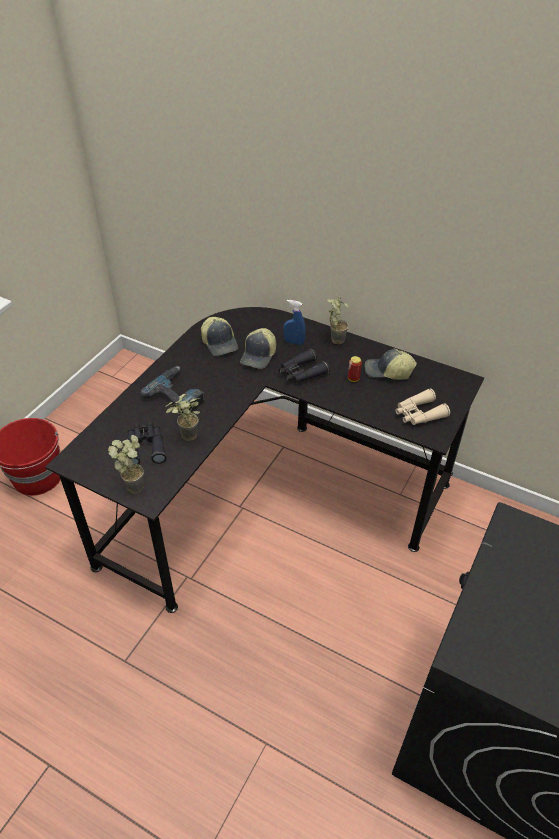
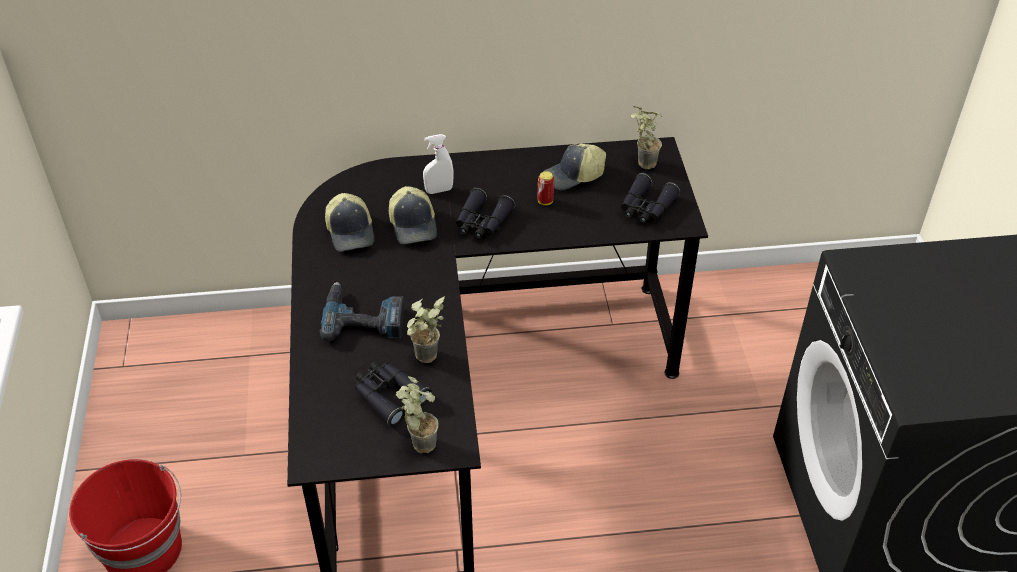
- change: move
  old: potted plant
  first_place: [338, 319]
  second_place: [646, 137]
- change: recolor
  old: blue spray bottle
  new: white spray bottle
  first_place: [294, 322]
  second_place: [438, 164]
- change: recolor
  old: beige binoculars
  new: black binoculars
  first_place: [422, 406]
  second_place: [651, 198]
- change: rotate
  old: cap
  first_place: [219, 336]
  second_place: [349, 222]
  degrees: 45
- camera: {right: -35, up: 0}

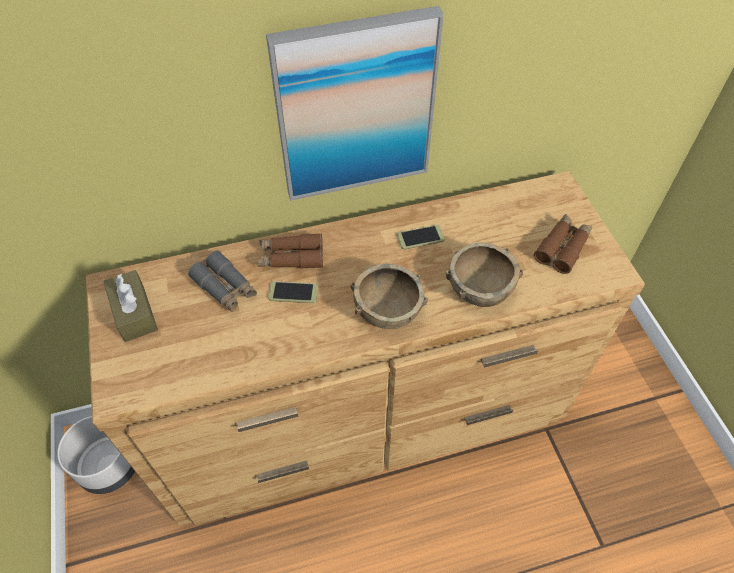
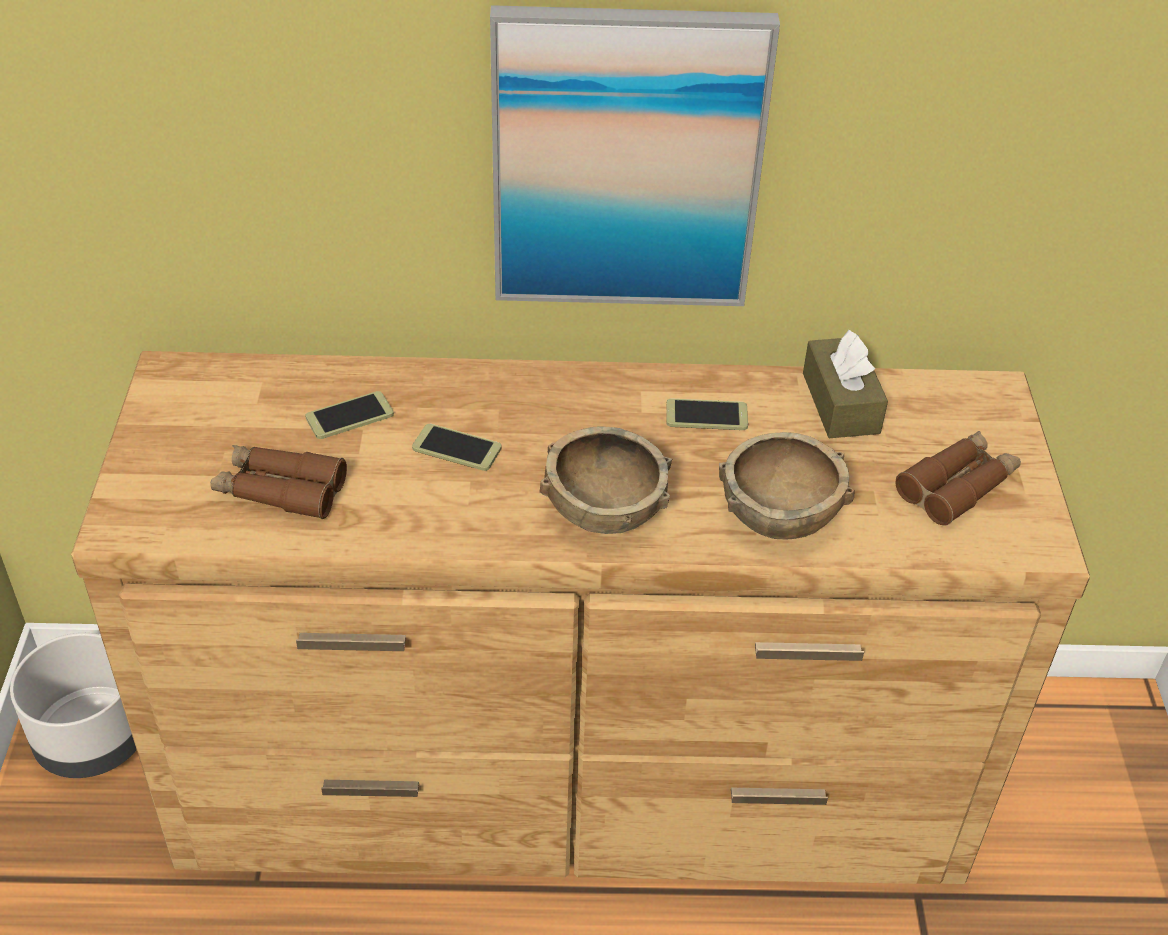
- change: move
  old: brown tissue box
  first_place: [130, 306]
  second_place: [845, 384]
- change: move
  old: brown binoculars
  first_place: [290, 250]
  second_place: [279, 482]
- change: replace
  old: grey binoculars
  new: phone
  first_place: [222, 281]
  second_place: [349, 415]
- camera: {right: 15, up: -10}

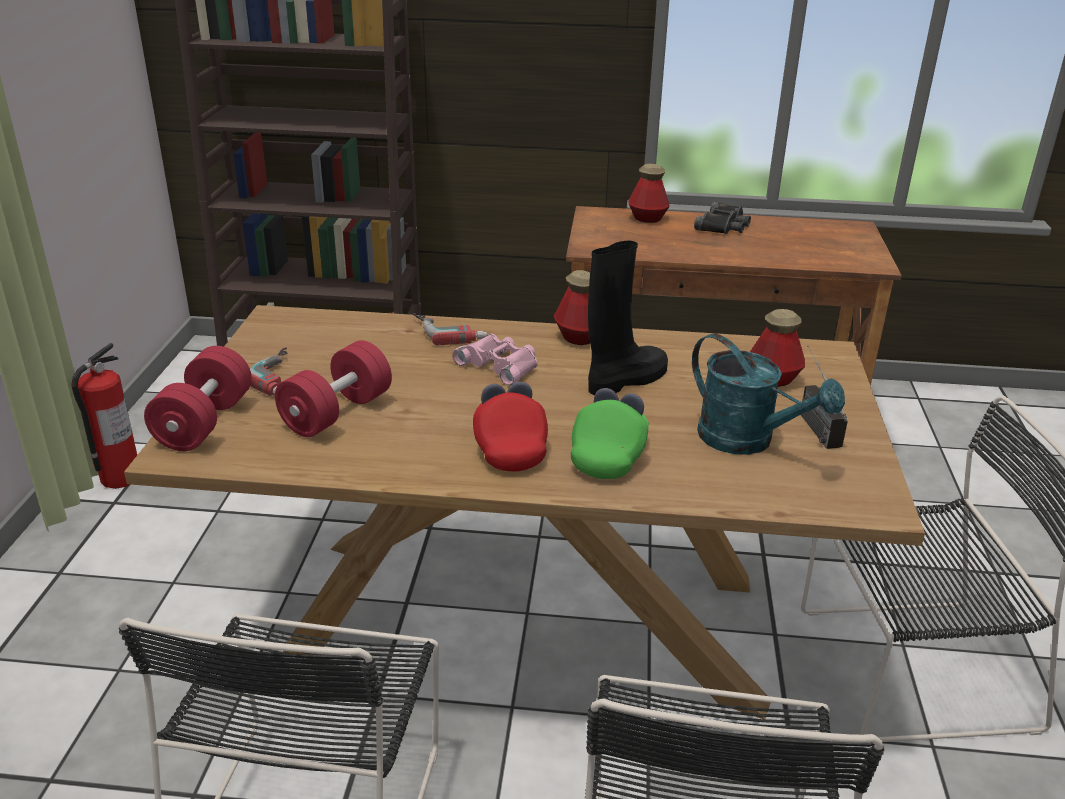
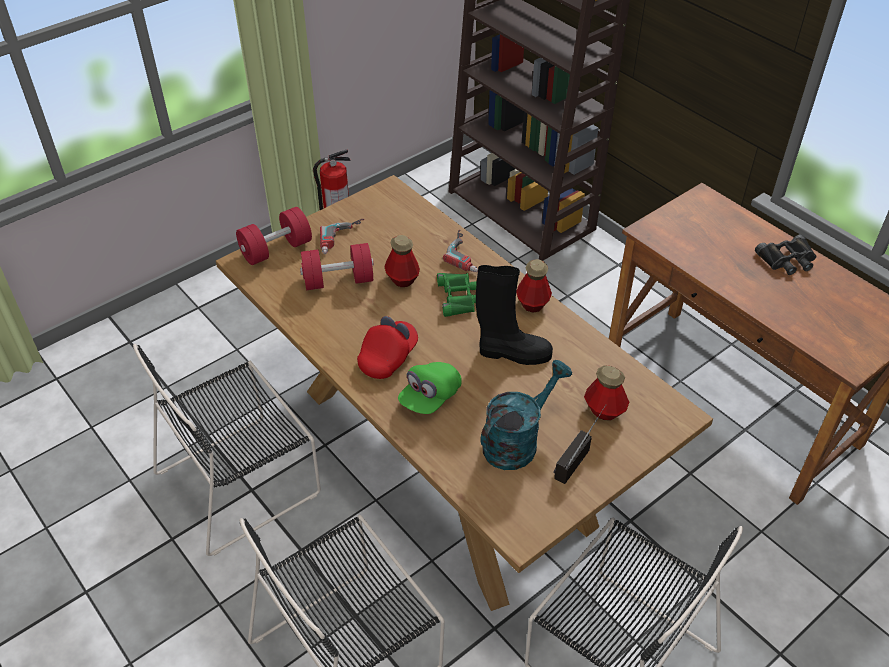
- change: move
  old: bottle
  first_place: [649, 193]
  second_place: [402, 261]
- change: recolor
  old: pink binoculars
  new: green binoculars
  first_place: [495, 360]
  second_place: [457, 295]
- change: rotate
  old: green cap
  first_place: [610, 433]
  second_place: [430, 388]
  degrees: 150
- change: rotate
  old: turquoise watering can
  first_place: [768, 394]
  second_place: [526, 415]
  degrees: -135
- camera: {right: 45, up: 15}

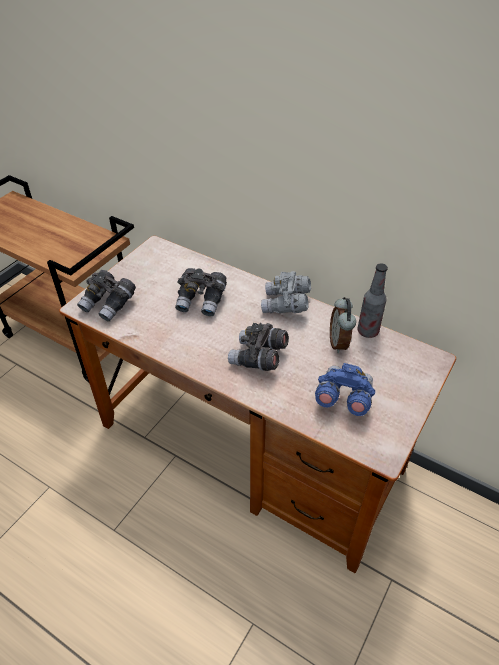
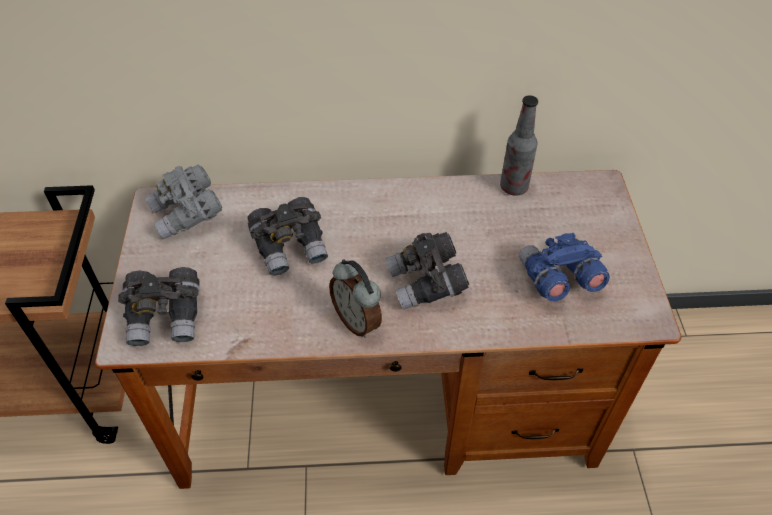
- change: move
  old: grey binoculars
  first_place: [286, 292]
  second_place: [183, 202]
- change: move
  old: alarm clock
  first_place: [343, 325]
  second_place: [355, 298]
- camera: {right: -35, up: 5}

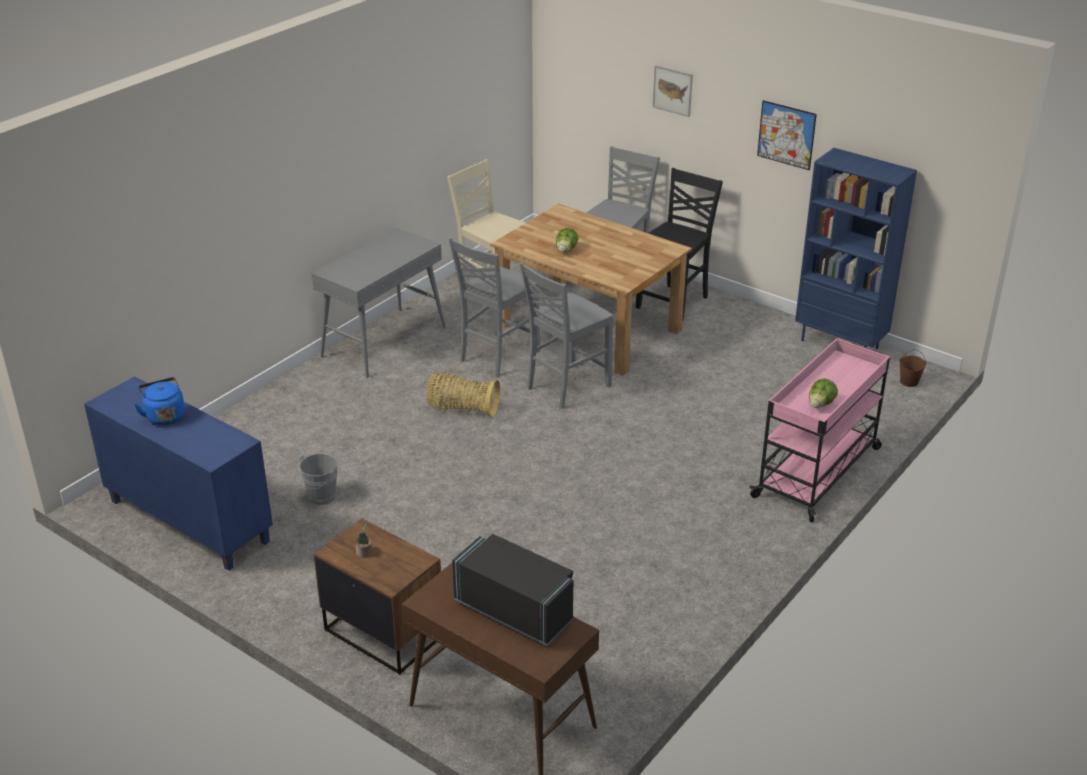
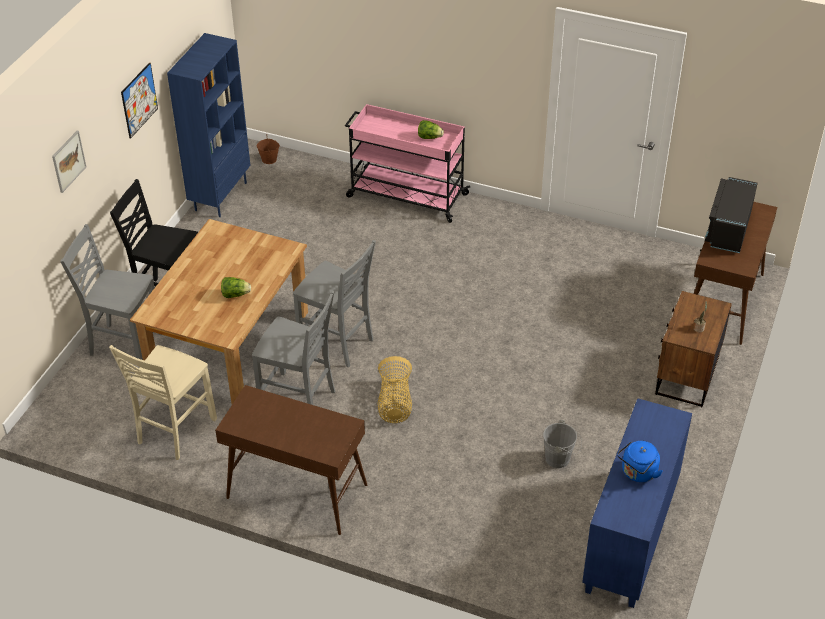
- change: recolor
  old: grey console table
  new: brown console table
  first_place: [379, 303]
  second_place: [291, 460]
- camera: {right: -105, up: 10}

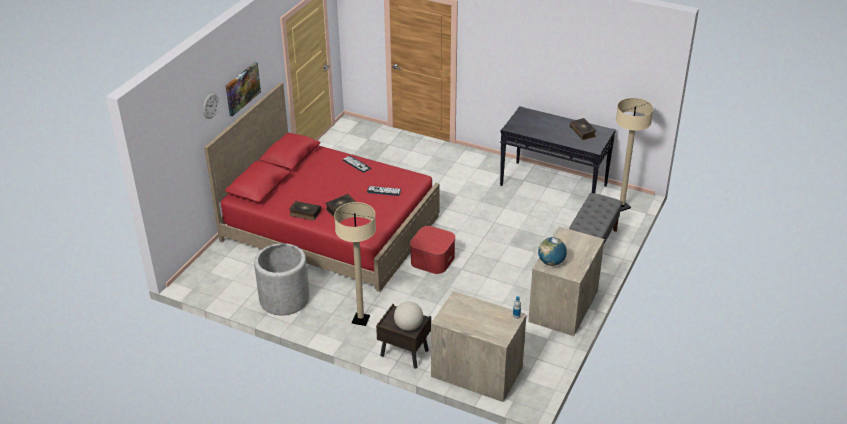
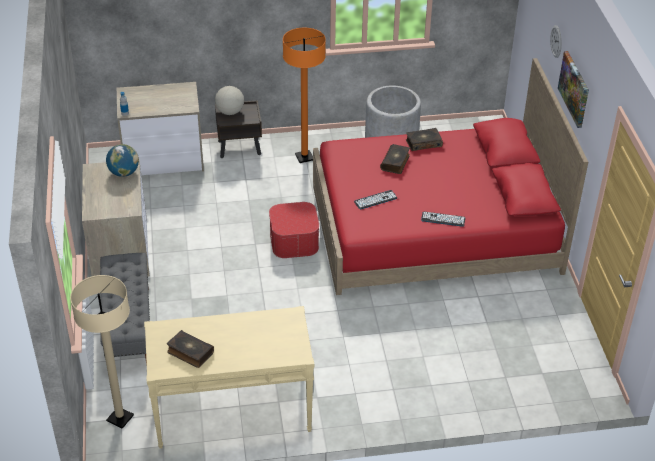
- change: recolor
  old: beige floor lamp
  new: orange floor lamp
  first_place: [355, 264]
  second_place: [304, 95]
- change: recolor
  old: black console table
  new: beige console table
  first_place: [558, 149]
  second_place: [229, 377]
- camera: {right: 145, up: 5}

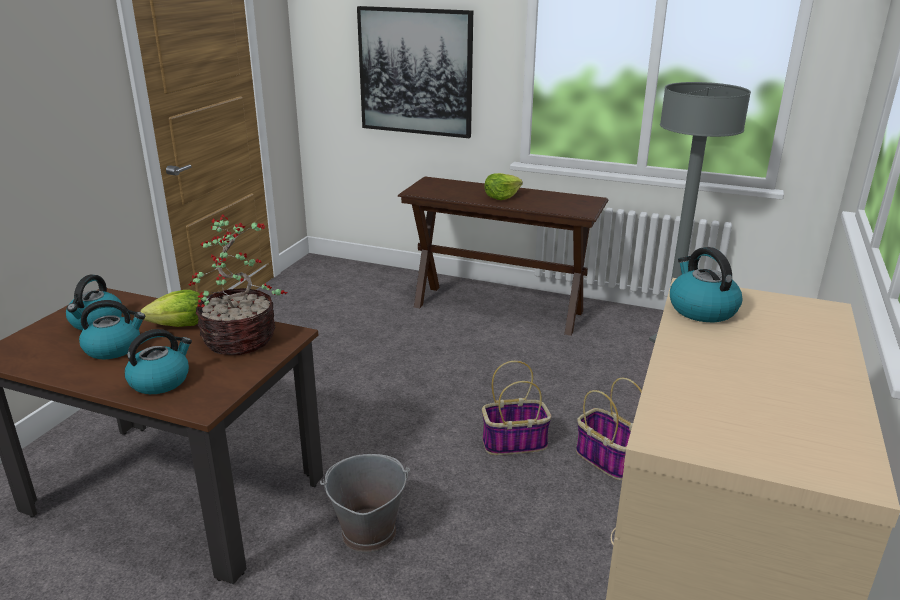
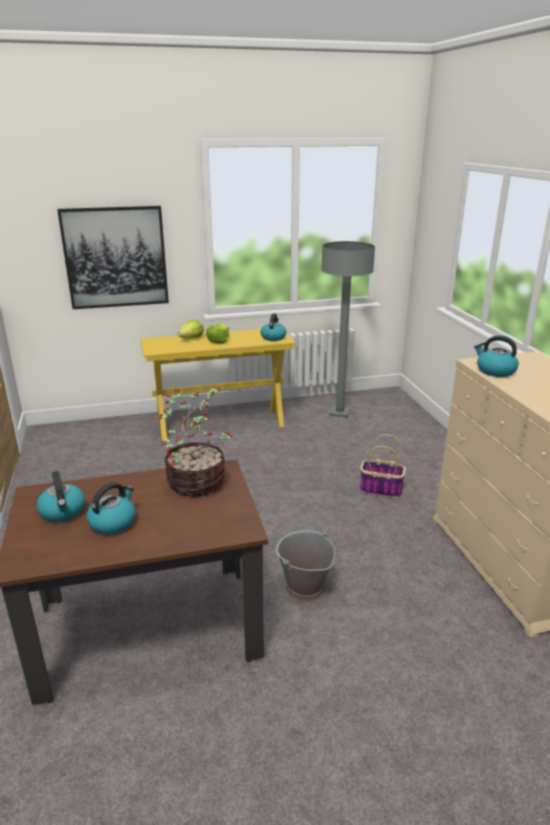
- change: delete
  old: basket
  first_place: [517, 408]
- change: move
  old: kettle
  first_place: [158, 361]
  second_place: [273, 327]
- change: move
  old: lettuce
  first_place: [171, 308]
  second_place: [191, 329]
- change: recolor
  old: brown console table
  new: yellow console table
  first_place: [503, 256]
  second_place: [218, 385]
- camera: {right: -35, up: 0}

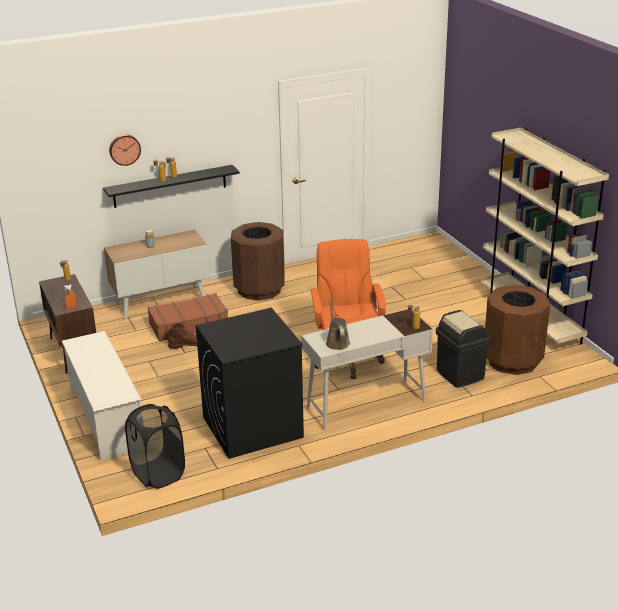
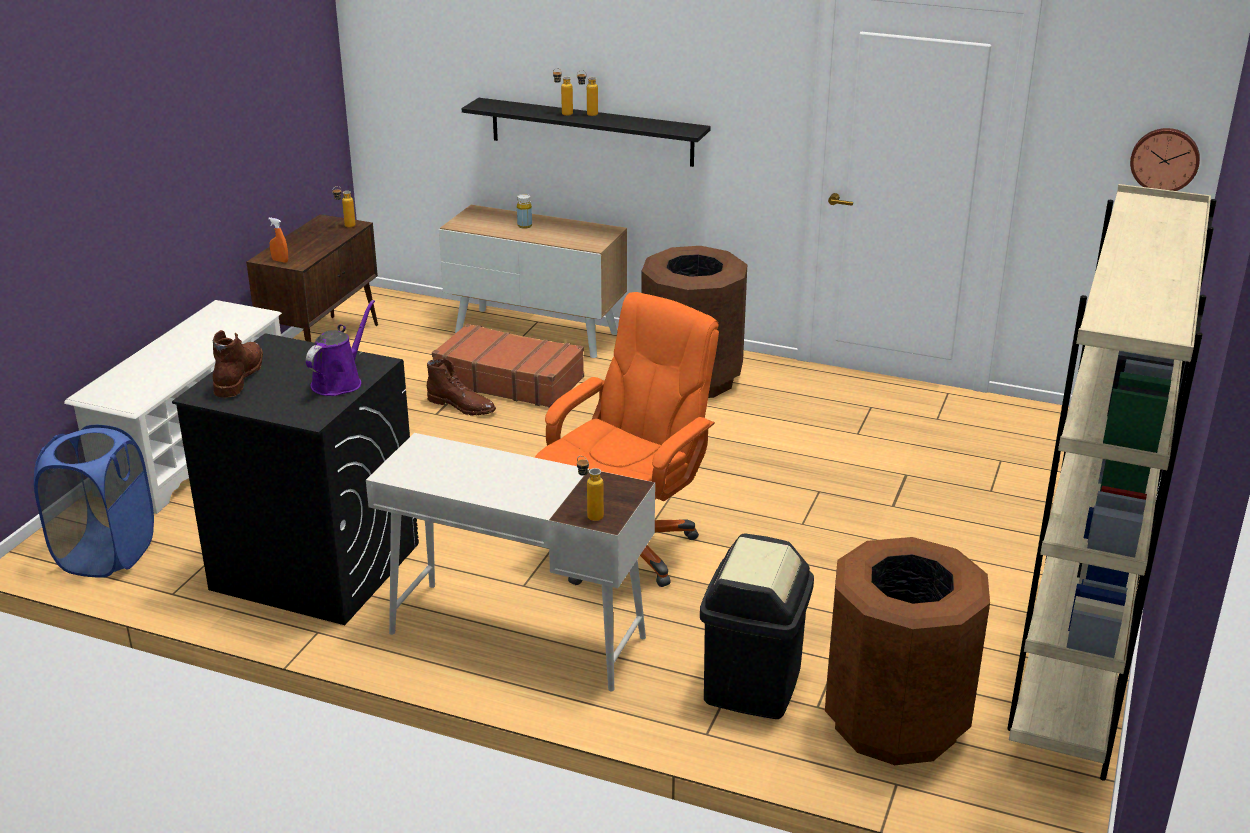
- change: delete
  old: brown watering can
  first_place: [338, 325]
- change: insert
  new: brown boot
  second_place: [238, 364]
- change: insert
  new: purple watering can
  second_place: [340, 348]
- change: move
  old: wall clock
  first_place: [125, 150]
  second_place: [1165, 159]
- change: recolor
  old: black laundry basket
  new: blue laundry basket
  first_place: [155, 446]
  second_place: [94, 501]
- camera: {right: 45, up: 0}

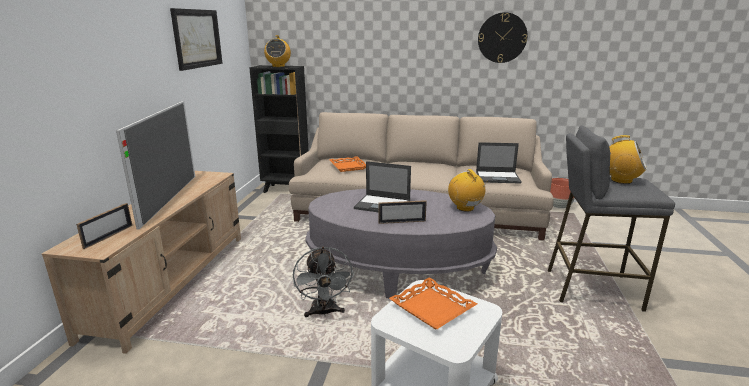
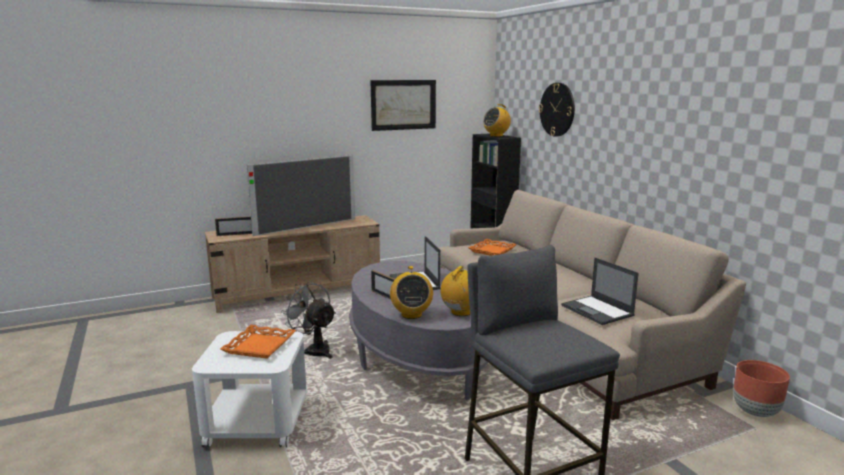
- change: move
  old: wall clock
  first_place: [502, 37]
  second_place: [557, 110]
- change: move
  old: radio
  first_place: [628, 159]
  second_place: [411, 292]
- change: rotate
  old: grey fan
  first_place: [323, 281]
  second_place: [308, 320]
  degrees: 90
- camera: {right: 55, up: -5}

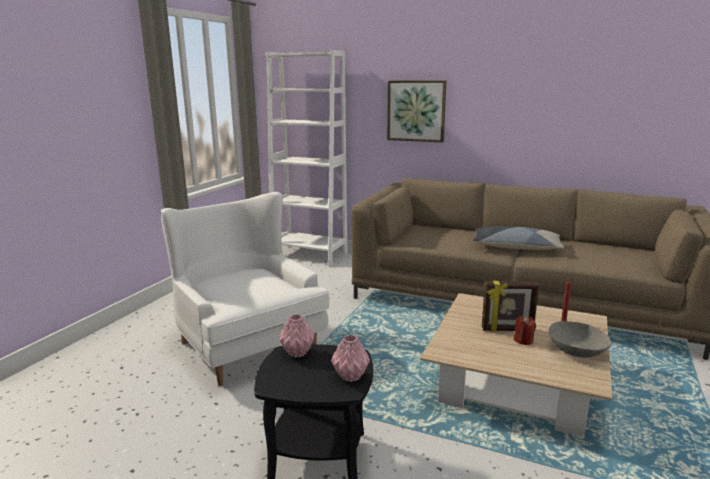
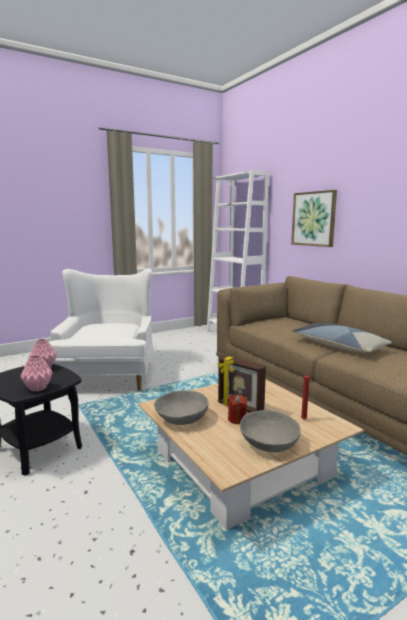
- change: insert
  new: grey bowl
  second_place: [181, 407]
- camera: {right: 35, up: -5}

